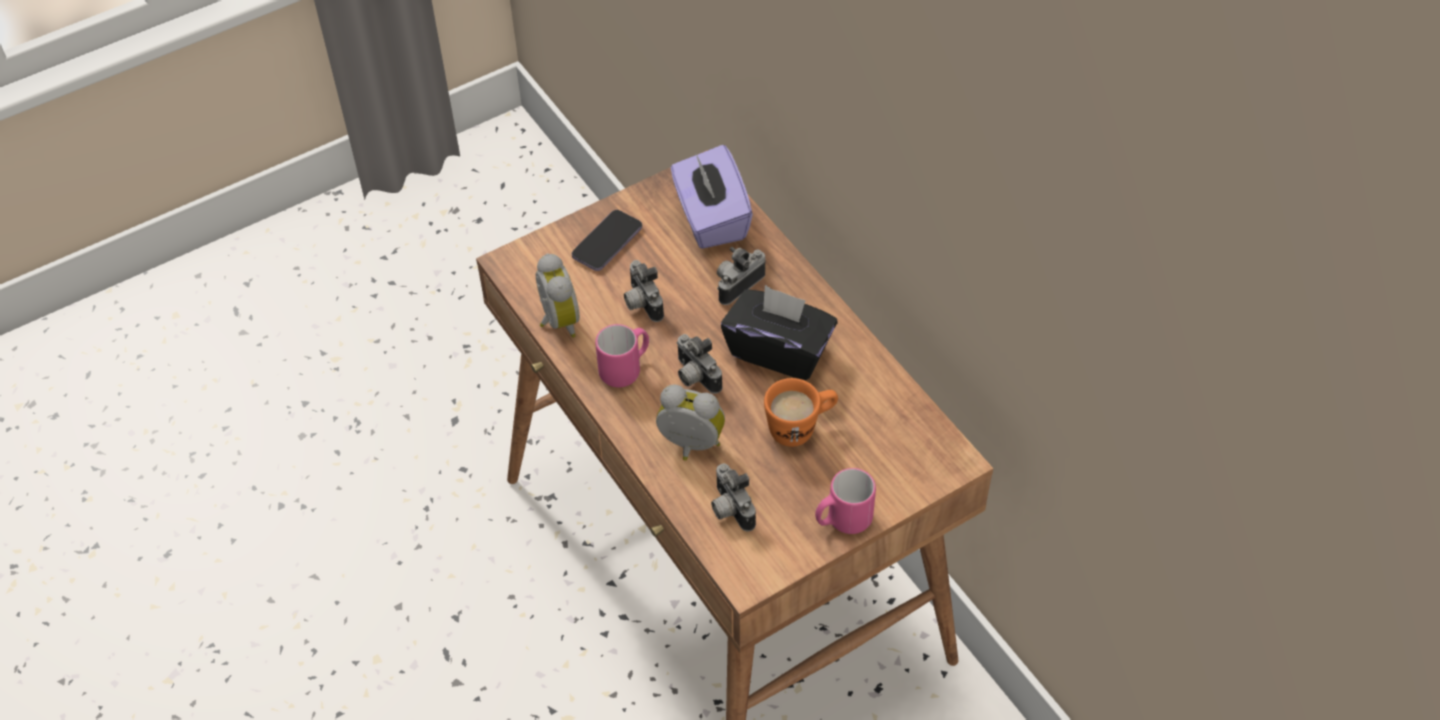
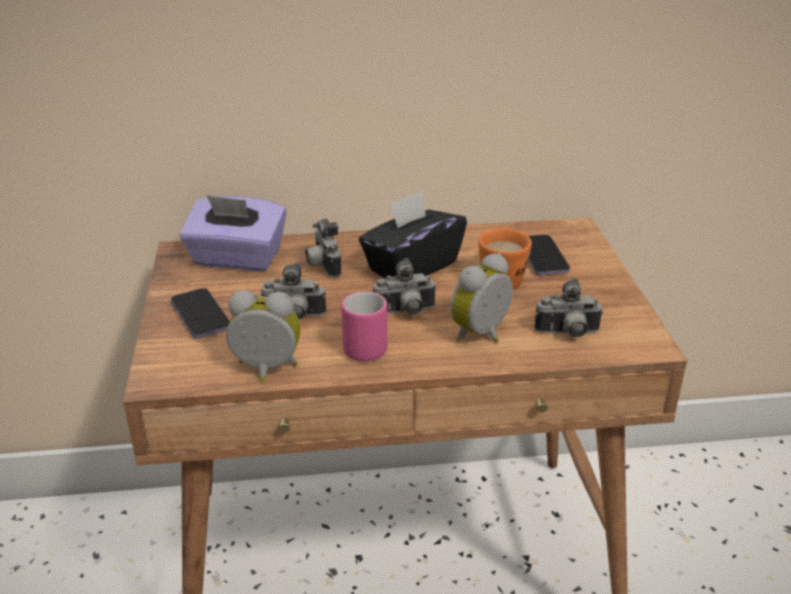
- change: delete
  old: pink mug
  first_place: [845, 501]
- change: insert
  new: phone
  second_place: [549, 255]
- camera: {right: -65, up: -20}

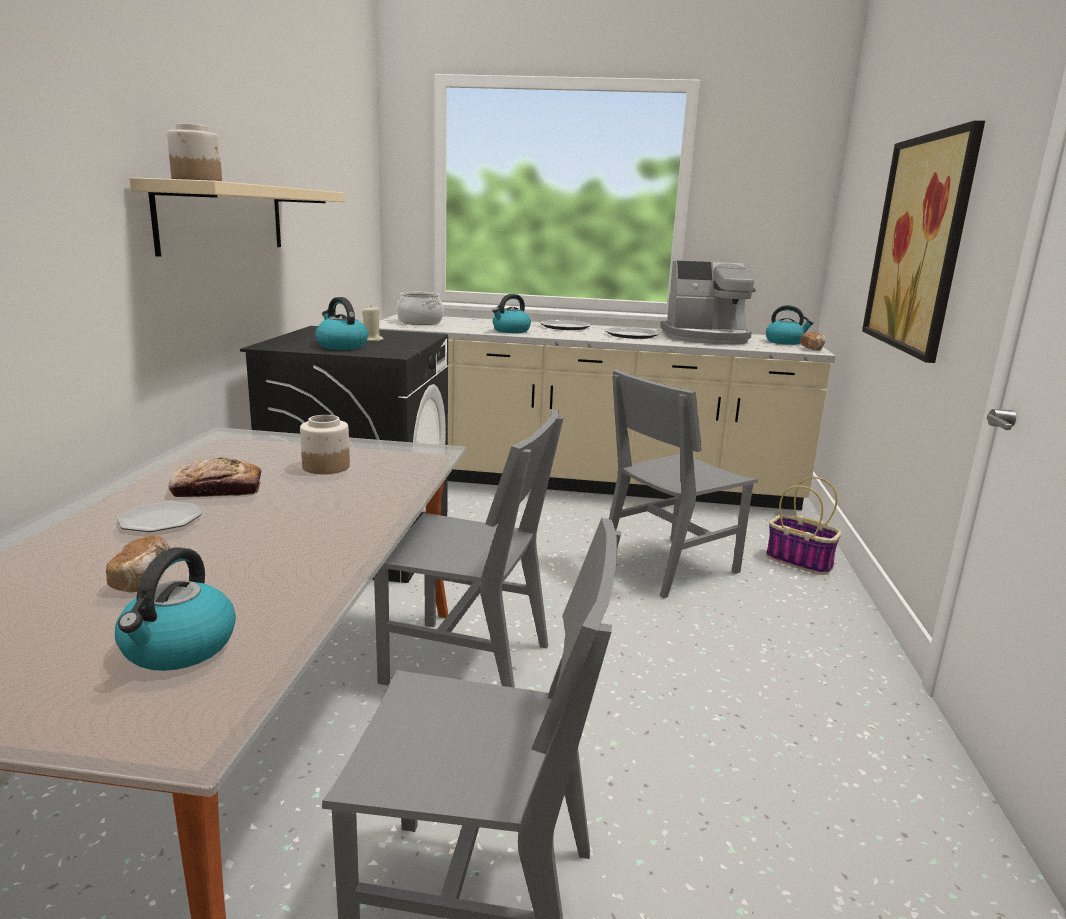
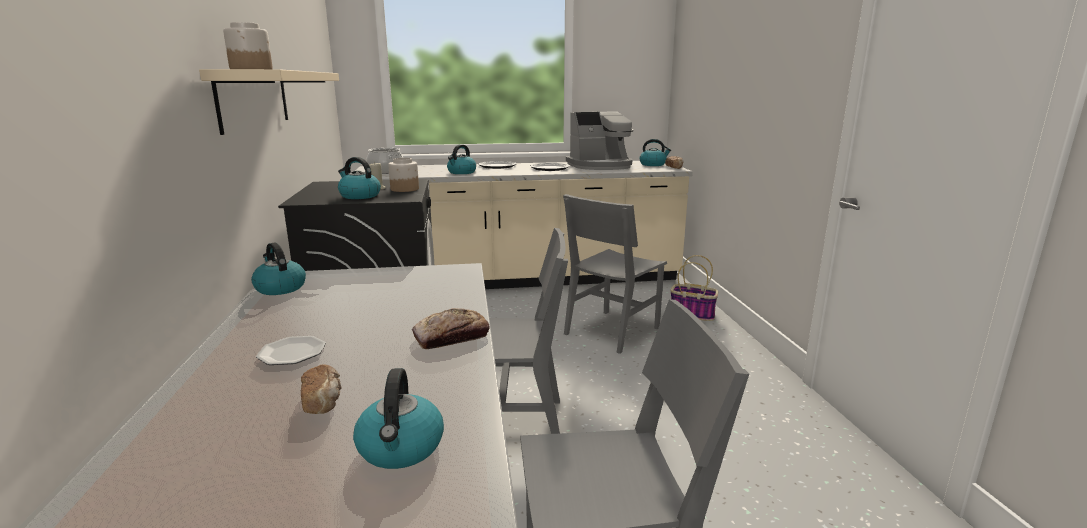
- change: delete
  old: picture
  first_place: [923, 241]
- change: insert
  new: kettle
  second_place: [278, 269]
- change: move
  old: bread
  first_place: [214, 477]
  second_place: [450, 328]
- change: move
  old: jar
  first_place: [325, 444]
  second_place: [403, 175]
- camera: {right: -15, up: 0}

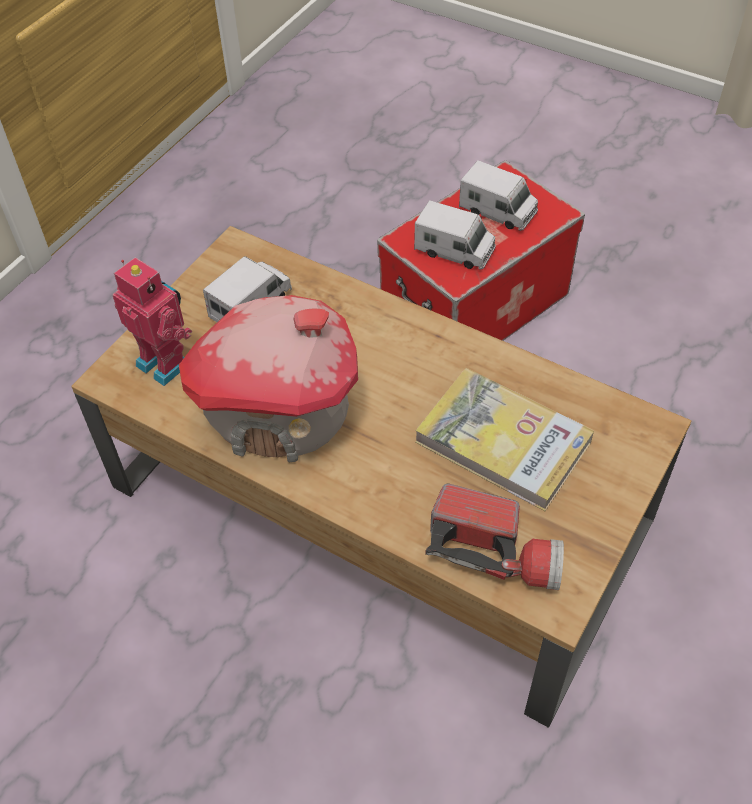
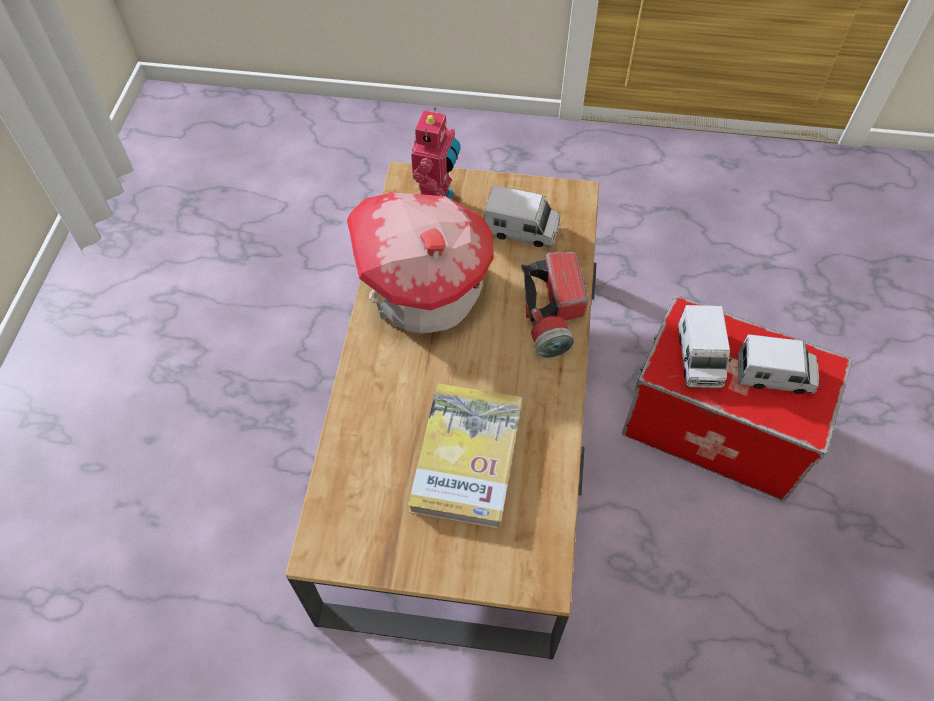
- change: move
  old: flashlight
  first_place: [494, 537]
  second_place: [554, 305]
- change: rotate
  old: toy truck
  first_place: [498, 195]
  second_place: [778, 364]
  degrees: -90
- camera: {right: 65, up: 5}

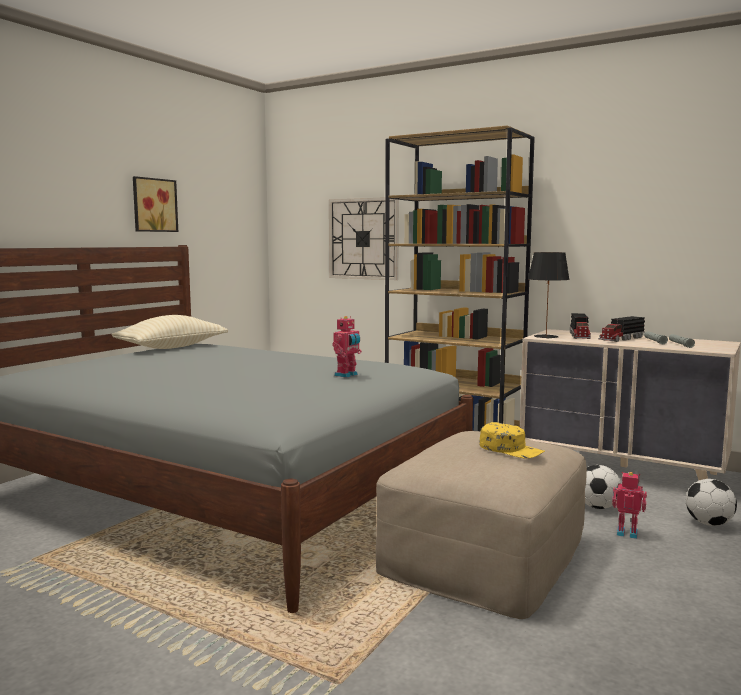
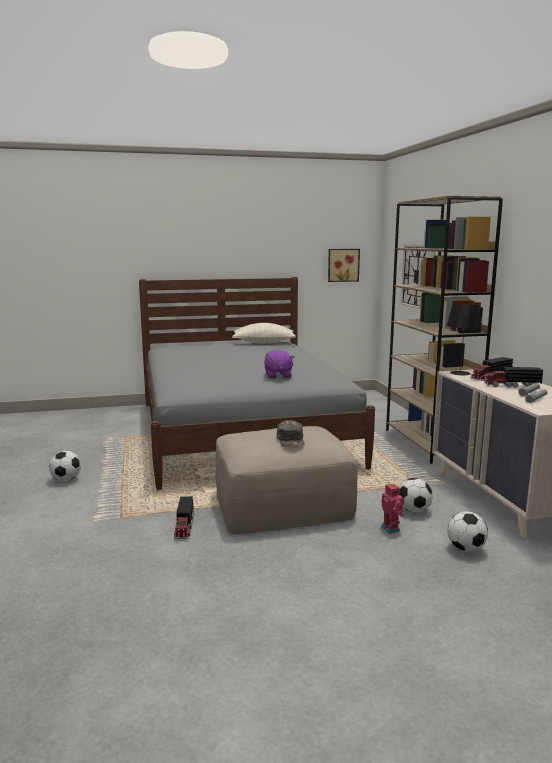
- change: insert
  new: football
  second_place: [65, 466]
- change: insert
  new: toy truck
  second_place: [184, 517]
- change: move
  old: picture
  first_place: [155, 204]
  second_place: [344, 265]
- change: replace
  old: toy robot
  new: purple plush toy
  first_place: [347, 347]
  second_place: [279, 364]
- change: recolor
  old: yellow cap
  new: green cap
  first_place: [512, 440]
  second_place: [291, 433]
- camera: {right: 45, up: 5}

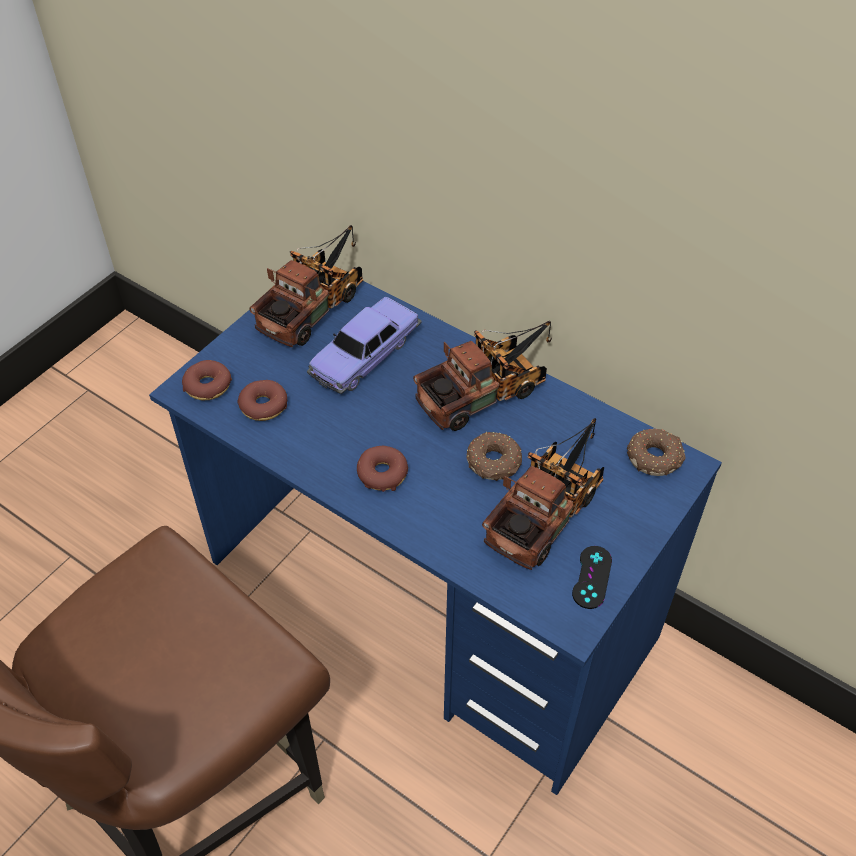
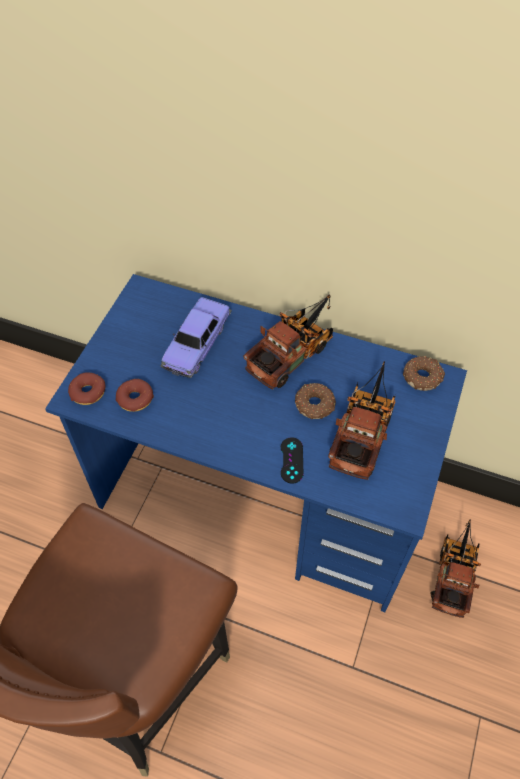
- change: delete
  old: donut
  first_place: [382, 469]
- change: move
  old: toy truck
  first_place: [306, 286]
  second_place: [456, 568]
- change: move
  old: black game controller
  first_place: [592, 577]
  second_place: [292, 460]
- camera: {right: -15, up: 5}

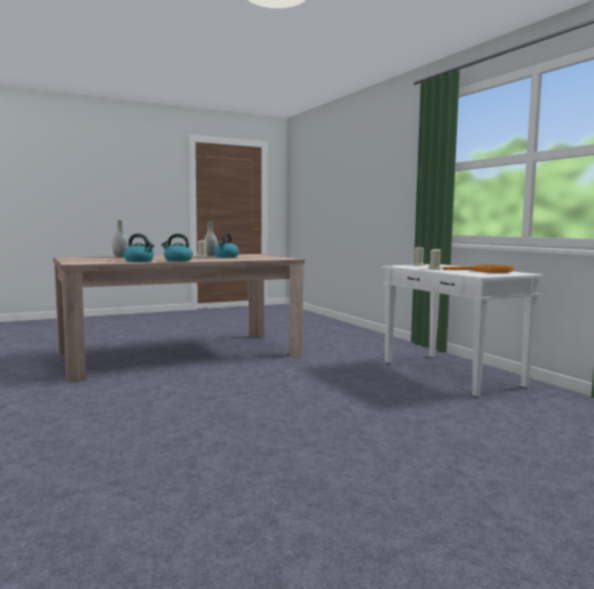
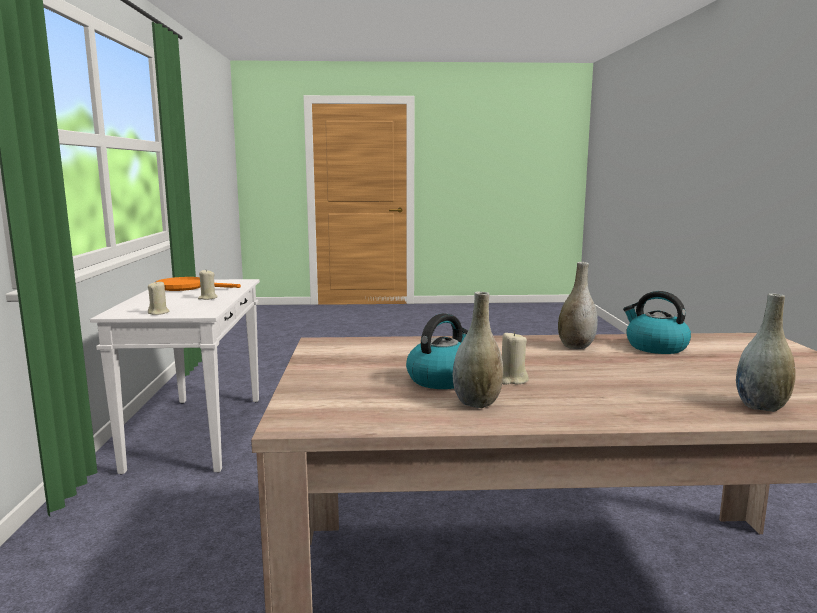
- change: replace
  old: kettle
  new: grey vase
  first_place: [177, 247]
  second_place: [578, 305]
- camera: {right: -155, up: 5}

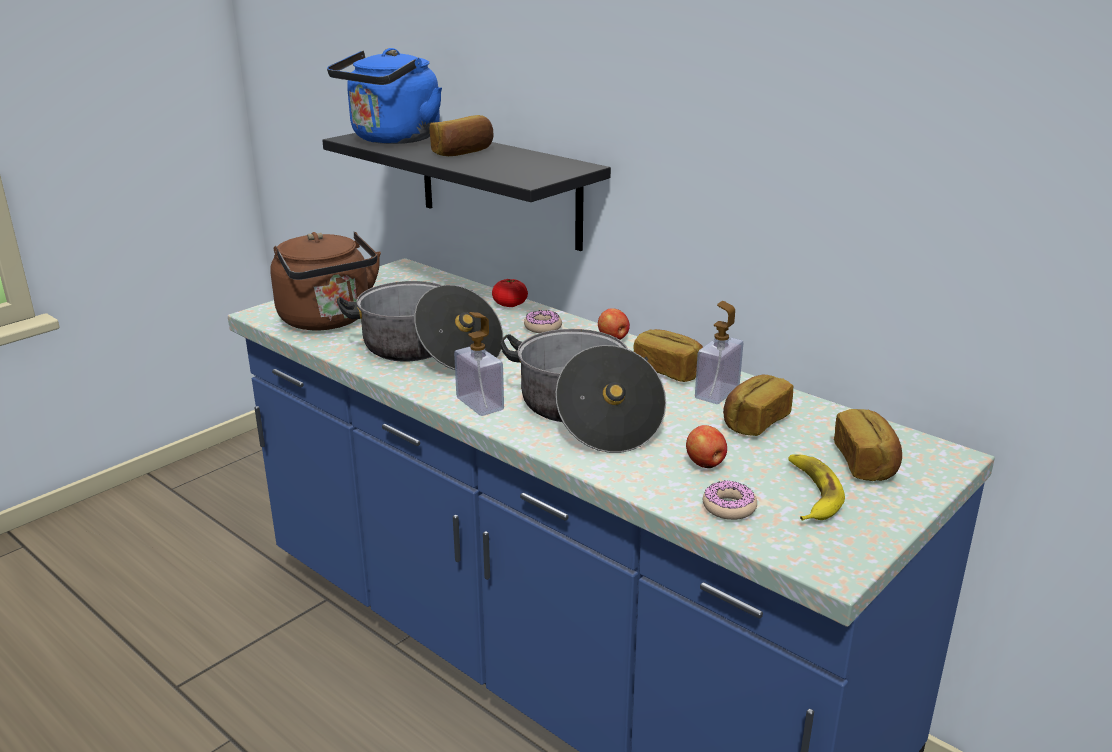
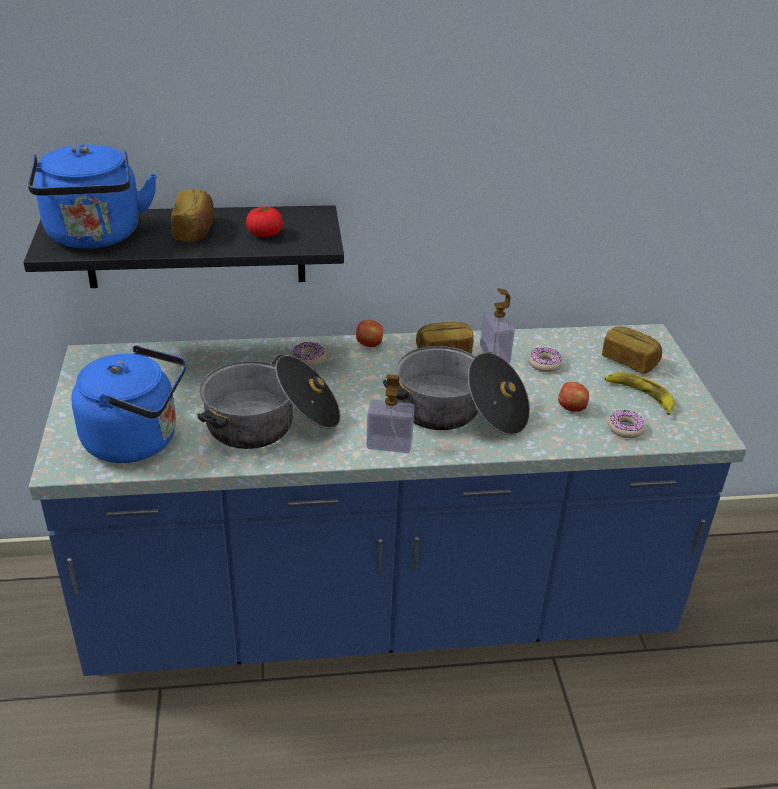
- change: move
  old: tomato
  first_place: [510, 293]
  second_place: [264, 221]
- change: replace
  old: bread
  new: donut
  first_place: [758, 405]
  second_place: [545, 359]
- change: recolor
  old: brown kettle
  new: blue kettle
  first_place: [325, 281]
  second_place: [128, 404]
- camera: {right: -50, up: 10}

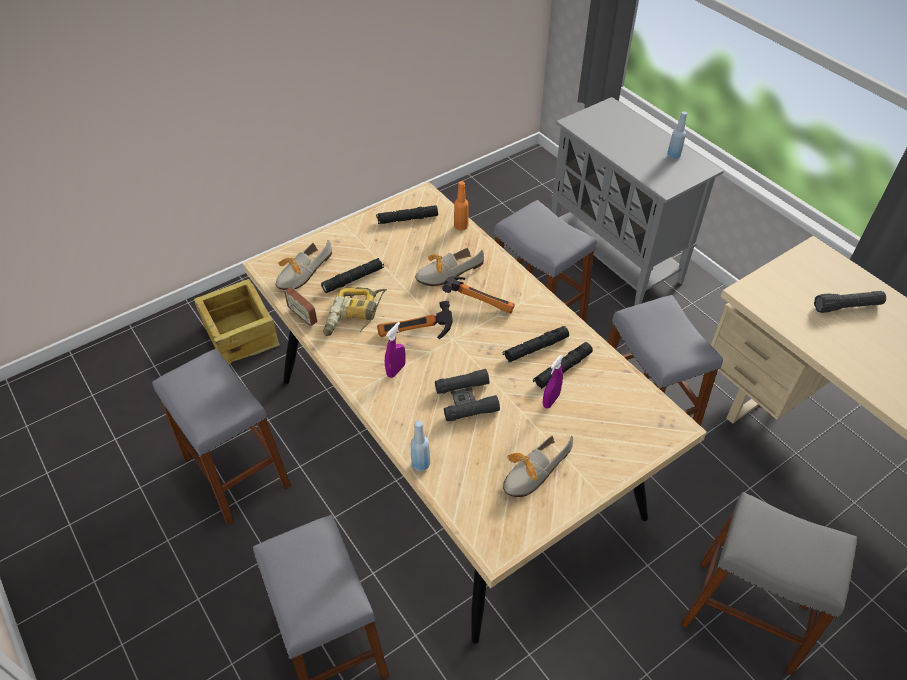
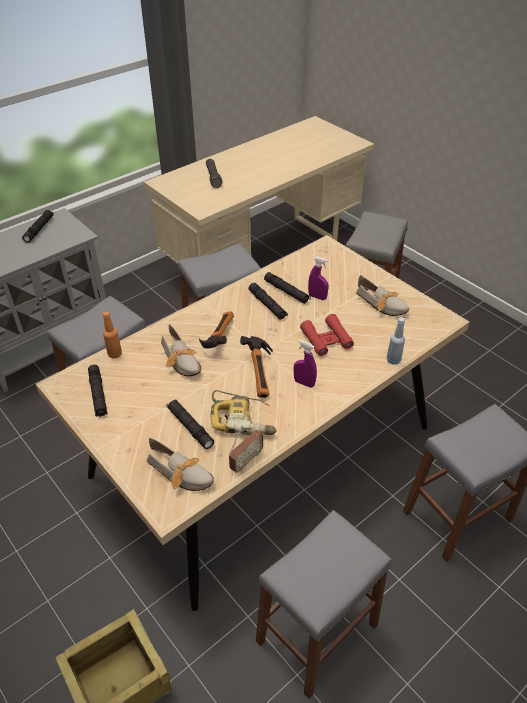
- change: replace
  old: blue bottle
  new: black flashlight
  first_place: [677, 135]
  second_place: [38, 226]
- change: recolor
  old: black binoculars
  new: red binoculars
  first_place: [467, 395]
  second_place: [327, 335]
- camera: {right: -95, up: -5}

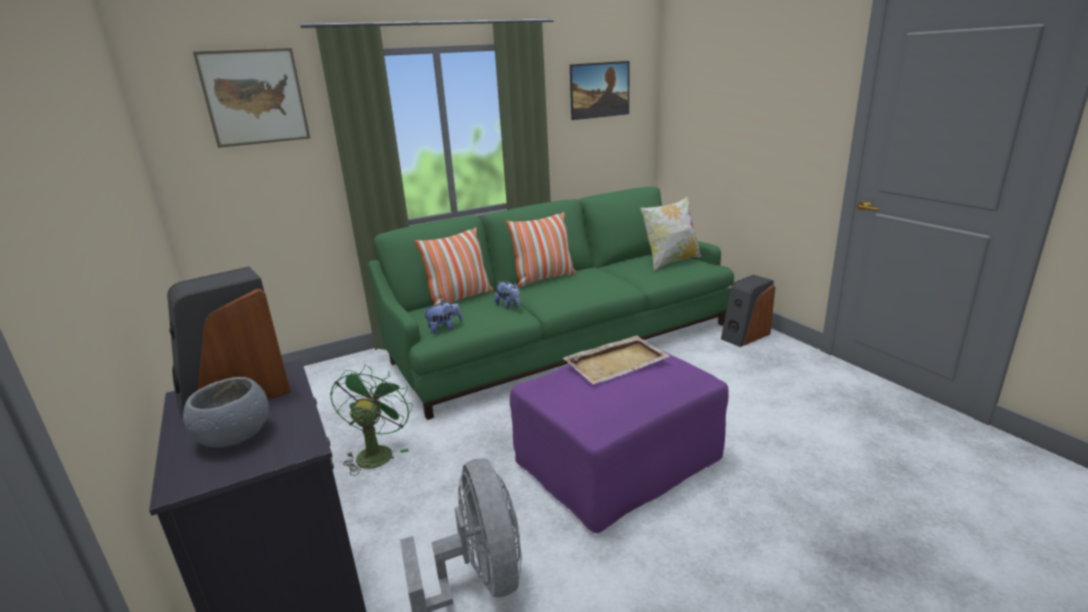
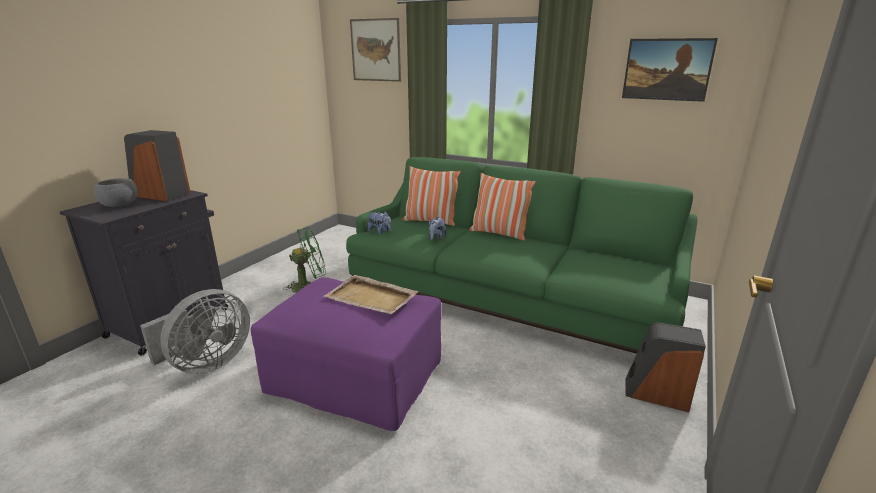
- change: delete
  old: pillow
  first_place: [670, 233]
- camera: {right: 55, up: 0}

